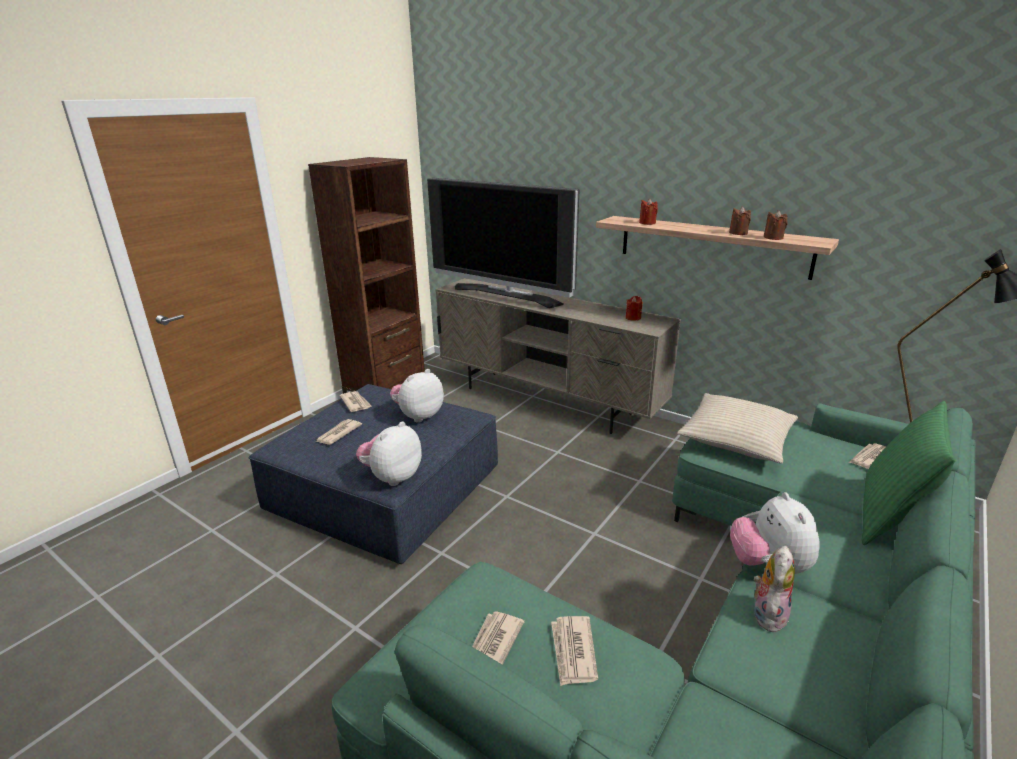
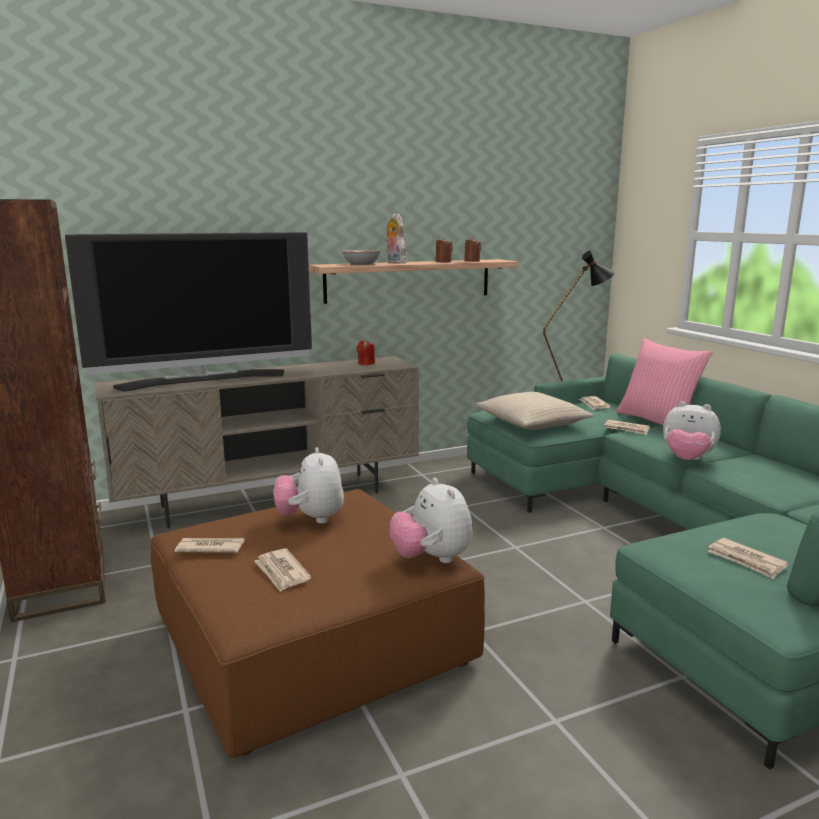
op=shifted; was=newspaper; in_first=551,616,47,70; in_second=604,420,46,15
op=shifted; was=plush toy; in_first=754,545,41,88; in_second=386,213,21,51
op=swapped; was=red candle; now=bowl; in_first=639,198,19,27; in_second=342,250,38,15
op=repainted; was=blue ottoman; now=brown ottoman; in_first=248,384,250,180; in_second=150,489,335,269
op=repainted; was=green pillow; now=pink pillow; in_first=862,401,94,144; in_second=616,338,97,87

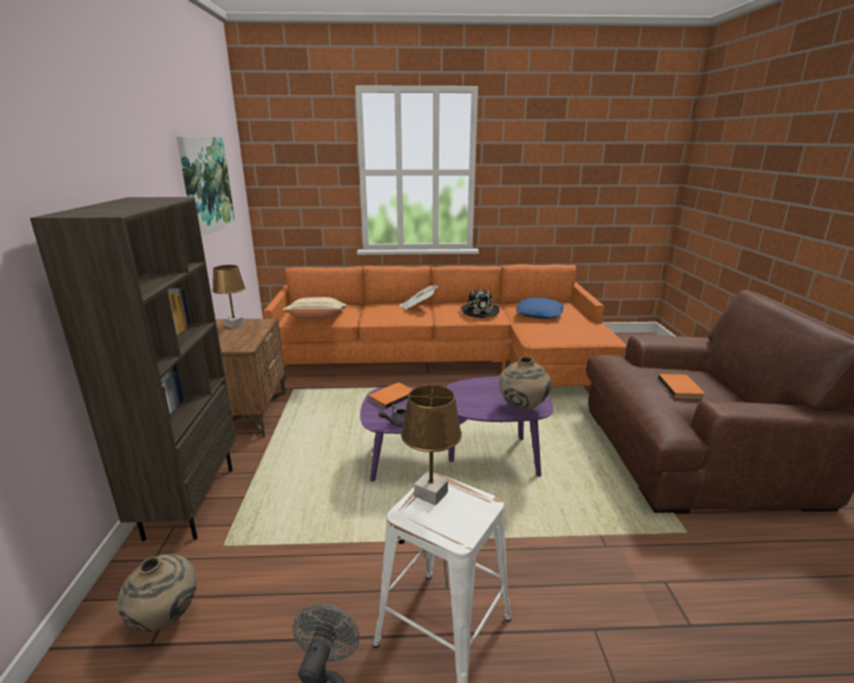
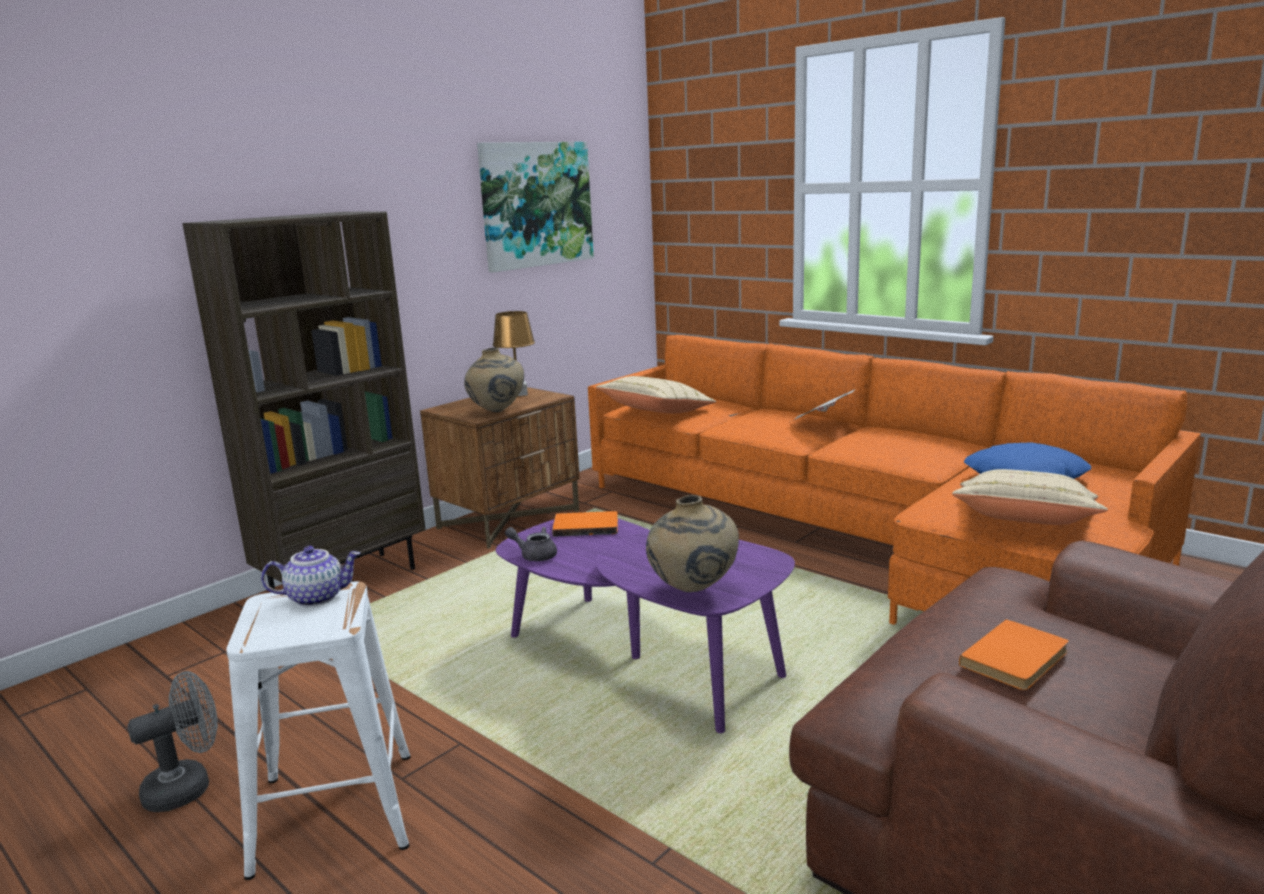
op=gone; was=black hat; in_first=460,290,40,28
op=new; now=beige pillow; in_second=952,469,156,56
op=shifted; was=beige vase; in_first=118,554,79,78; in_second=464,347,60,65
op=swapped; was=brown table lamp; now=teapot; in_first=401,385,61,121; in_second=261,546,100,61

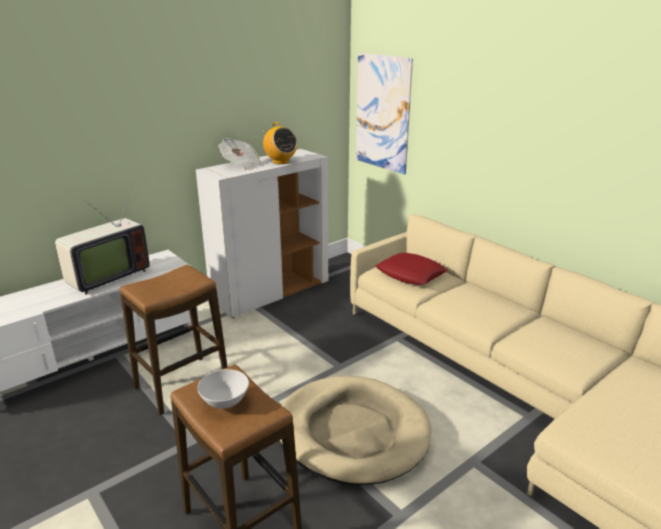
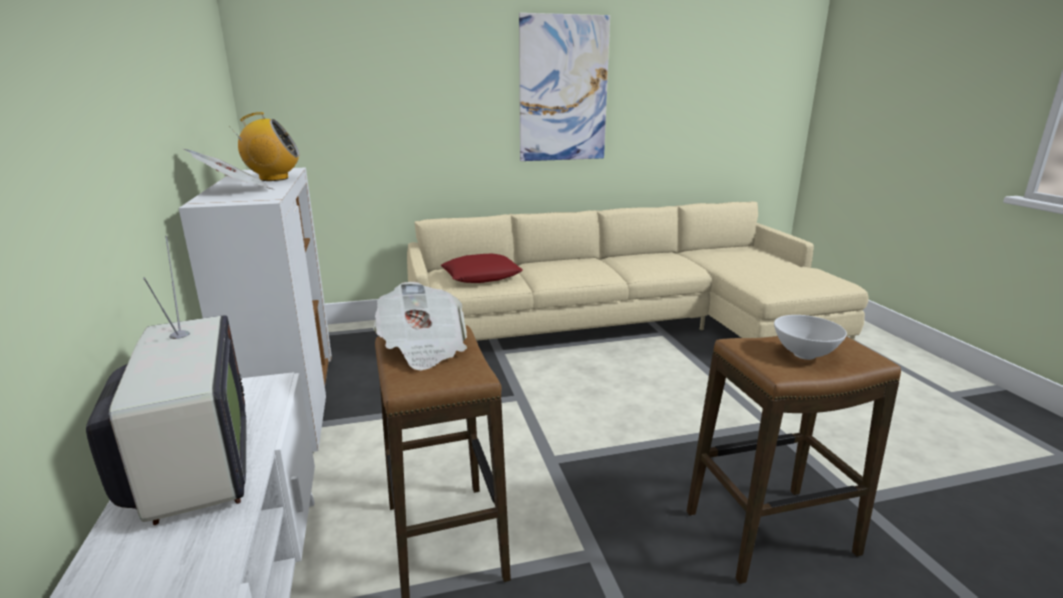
op=gone; was=beige dog bed; in_first=279,376,152,109
op=new; now=newspaper; in_second=373,282,94,89
op=shifted; was=picture; in_first=356,53,57,122; in_second=519,13,91,148

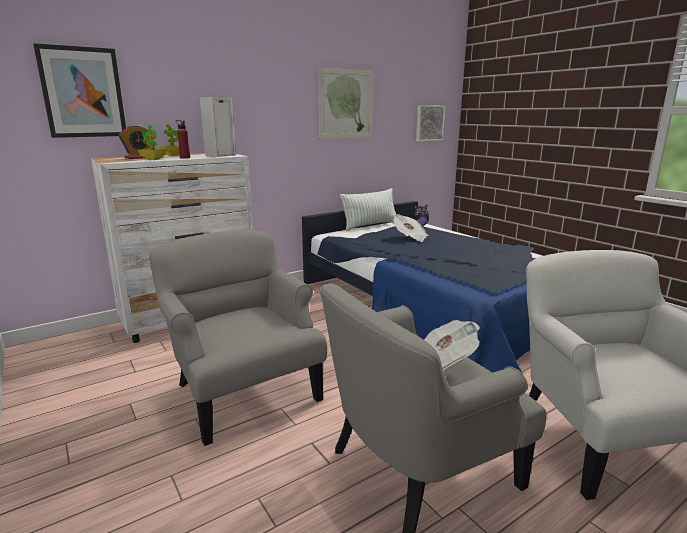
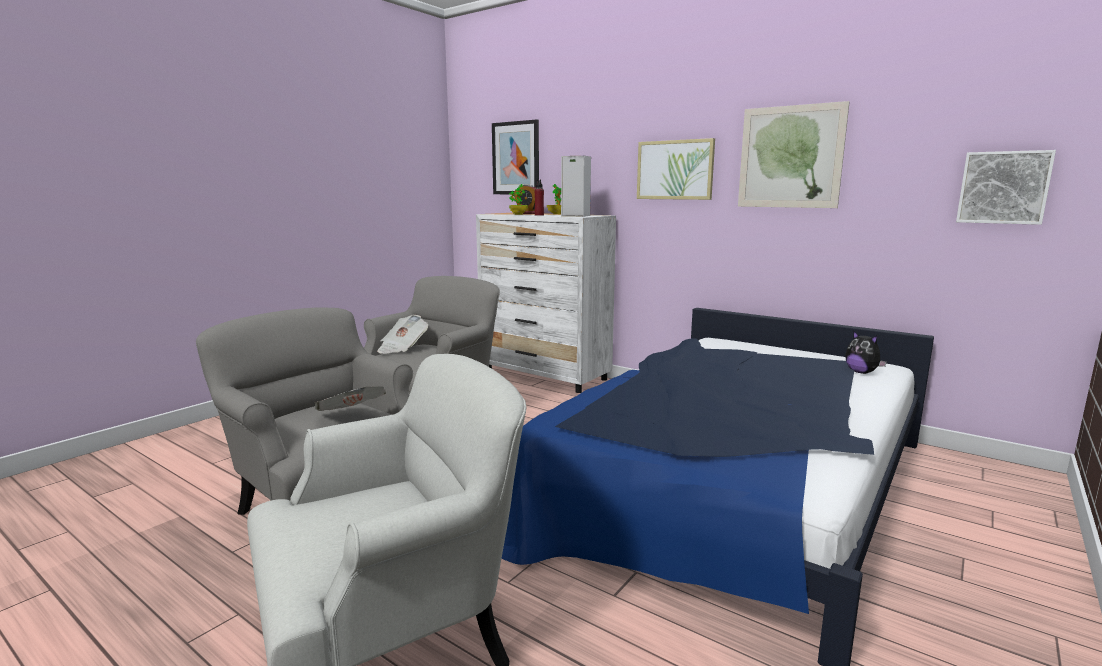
op=gone; was=pillow; in_first=340,188,56,43
op=new; now=picture; in_second=637,138,78,62
op=shifted; was=newspaper; in_first=392,214,36,28; in_second=377,315,51,39

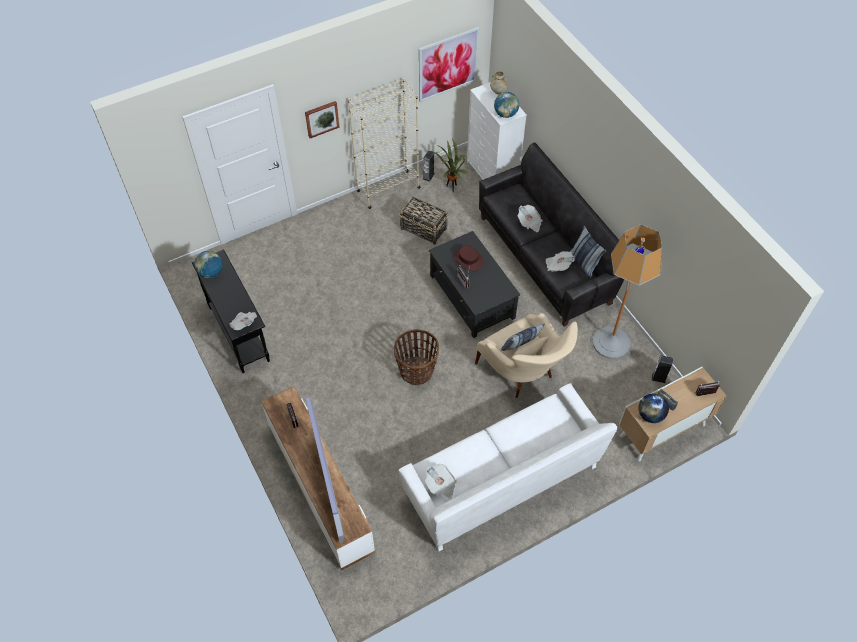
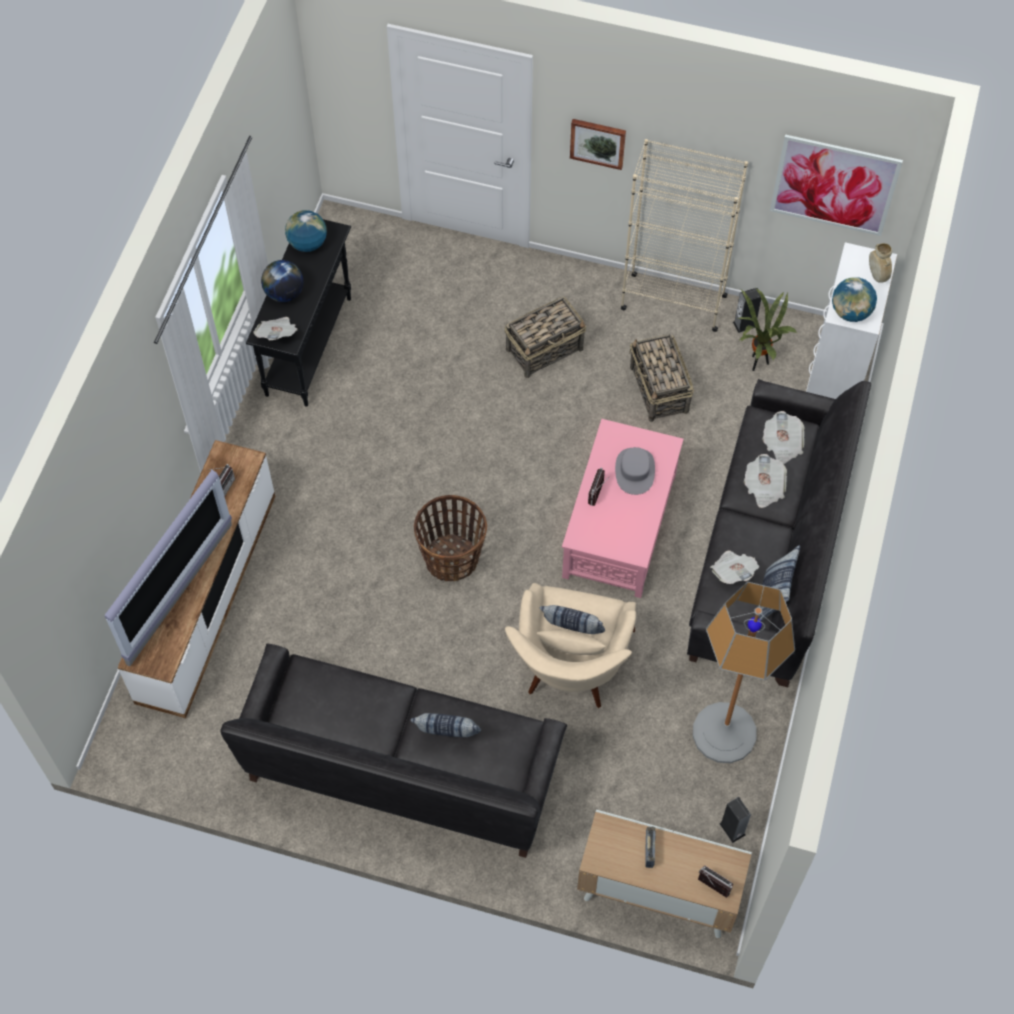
op=new; now=pillow; in_second=410,713,71,24
op=new; now=basket; in_second=505,297,81,81
op=shifted; was=newspaper; in_first=425,464,32,34; in_second=762,411,42,53
op=shifted; was=globe; in_first=638,394,31,29; in_second=261,260,42,42
op=repainted; was=white sofa; now=black sofa; in_first=398,383,220,168; in_second=220,644,347,214
op=repainted; was=black coffee table; now=pink coffee table; in_first=429,231,91,107; in_second=562,419,122,179
op=repainted; was=brown hat; now=grey hat; in_first=454,245,30,26; in_second=615,447,40,48

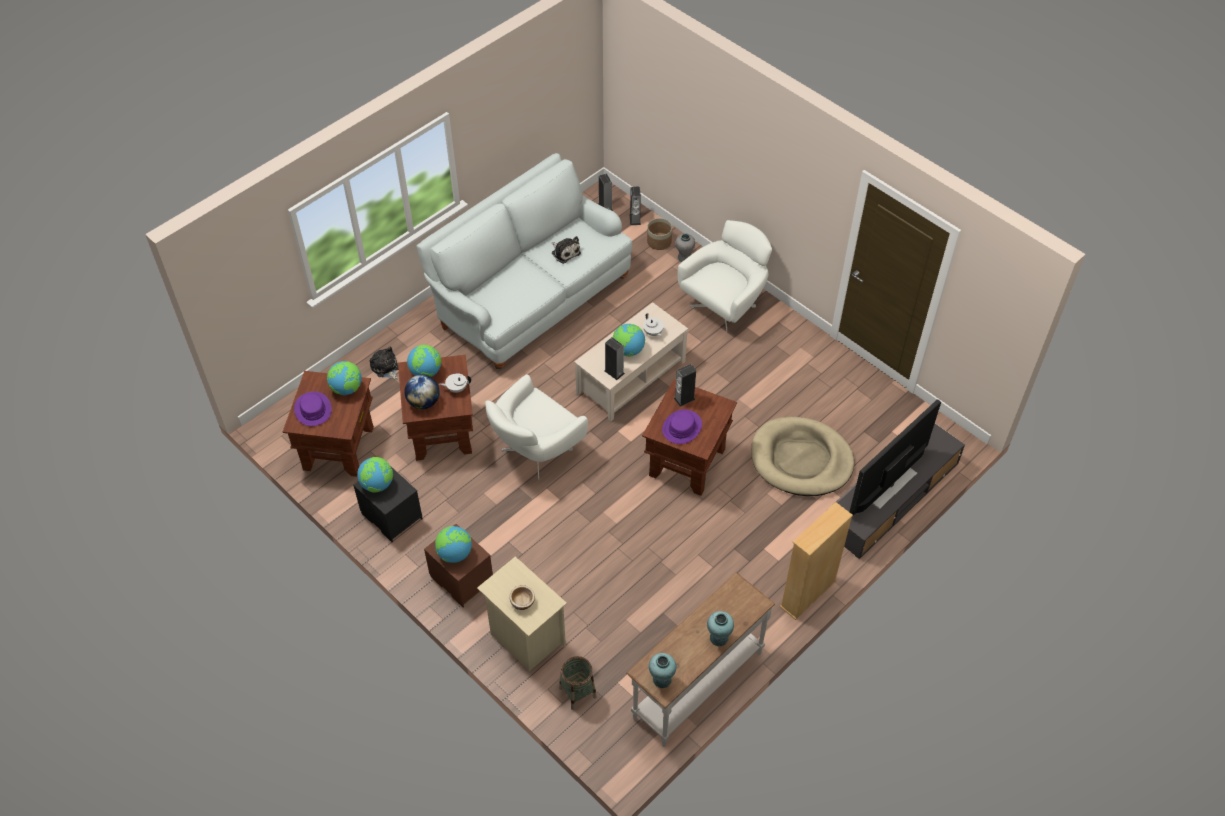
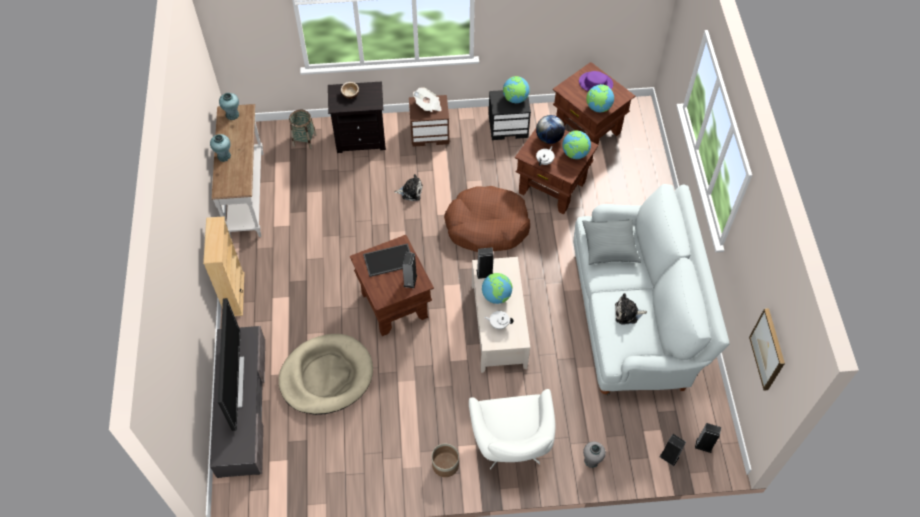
op=new; now=grey pillow; in_second=582,219,59,46
op=new; now=picture; in_second=749,308,36,83
op=shifted; was=plush toy; in_first=370,347,28,33; in_second=394,174,29,27
op=shifted; was=planter; in_first=647,218,25,32; in_second=432,444,27,33
op=swapped; was=globe; now=newspaper; in_first=435,526,37,37; in_second=413,88,29,24
op=swapped; was=white armchair; now=brown dog bed; in_first=485,374,103,106; in_second=444,186,86,66
op=swapped; was=purple hat; now=tray; in_first=662,409,40,35; in_second=363,243,47,34
op=repainted; was=beige nightstand; now=black nightstand; in_first=477,557,90,114; in_second=328,81,58,72

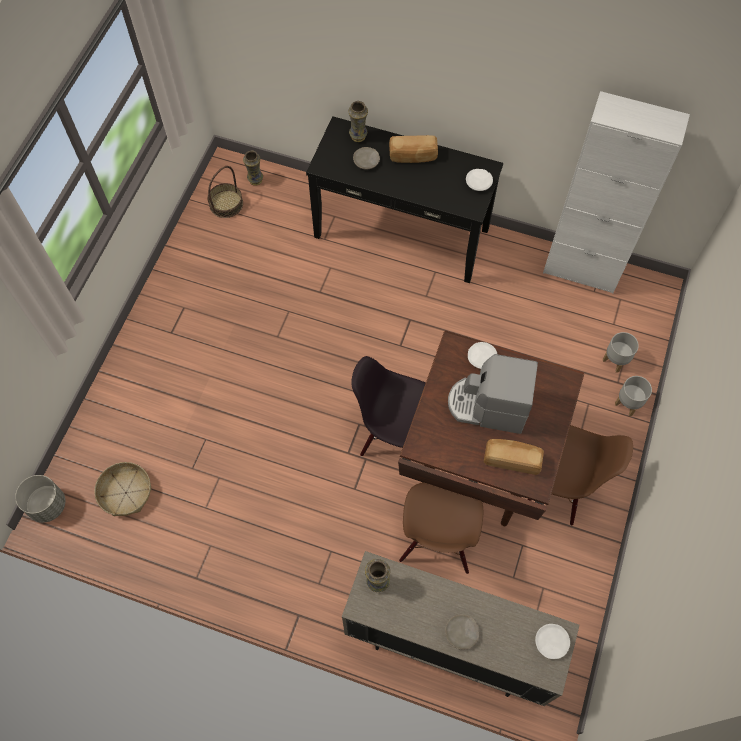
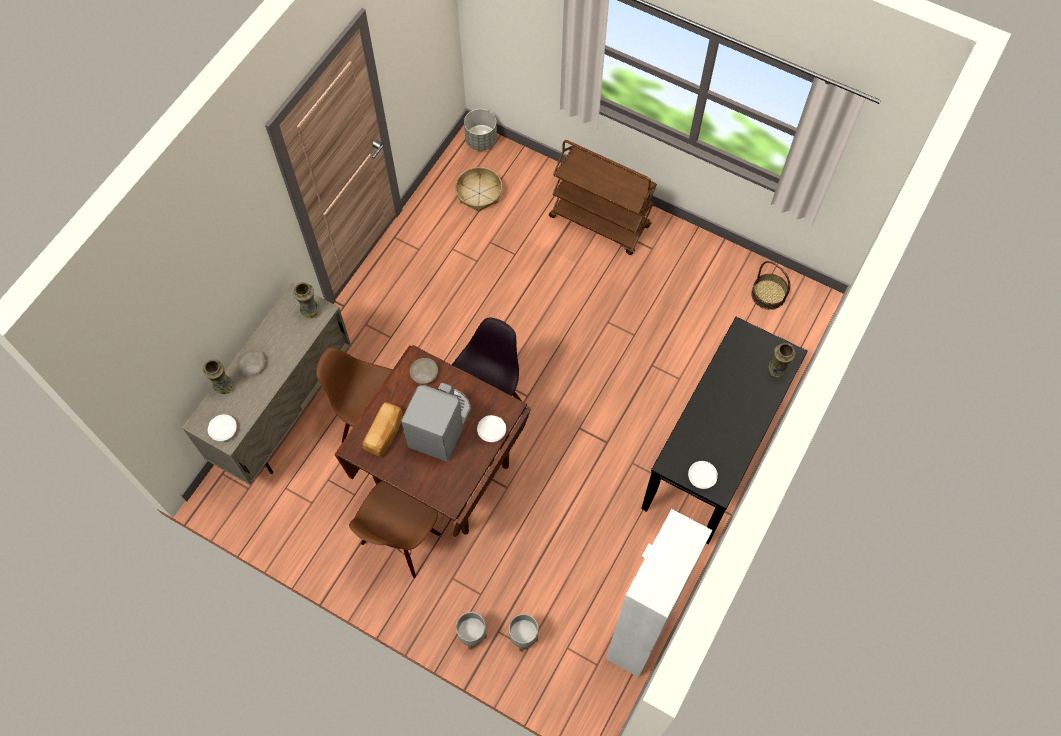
op=gone; was=bread; in_first=389,135,49,28
op=new; now=brown cart; in_second=549,140,108,115
op=shifted; was=vase; in_first=243,151,20,35; in_second=203,360,29,34
op=shifted; was=beige plate; in_first=353,147,27,22; in_second=410,358,28,26

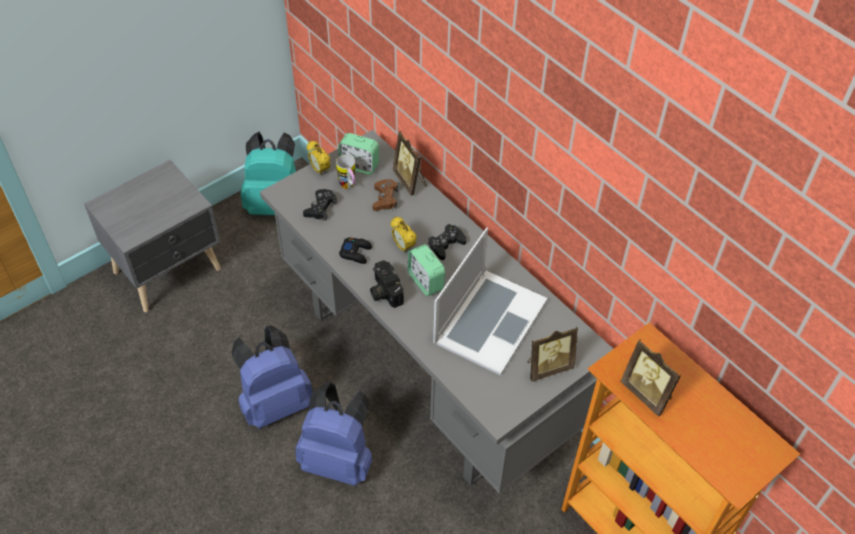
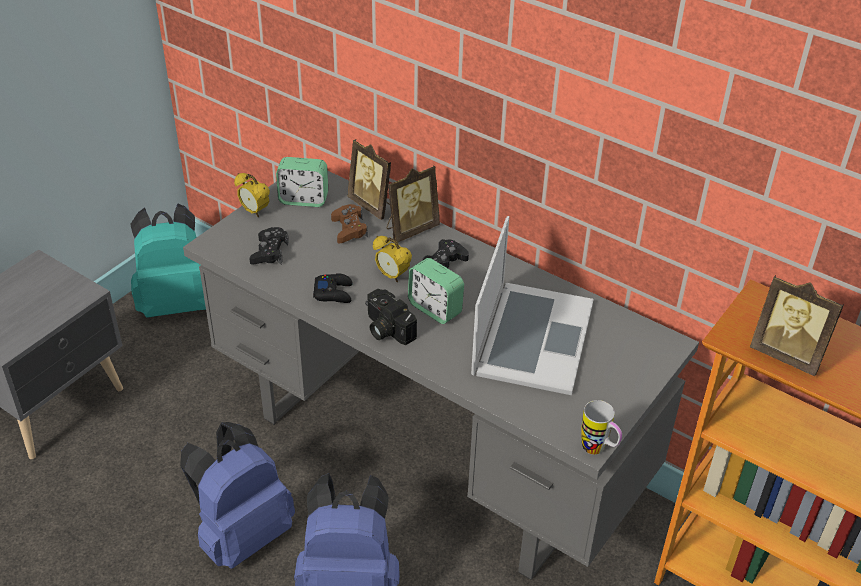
op=shifted; was=mug; in_first=336,155,19,34; in_second=581,400,41,55
op=shifted; was=picture frame; in_first=527,326,51,55; in_second=386,165,54,78

